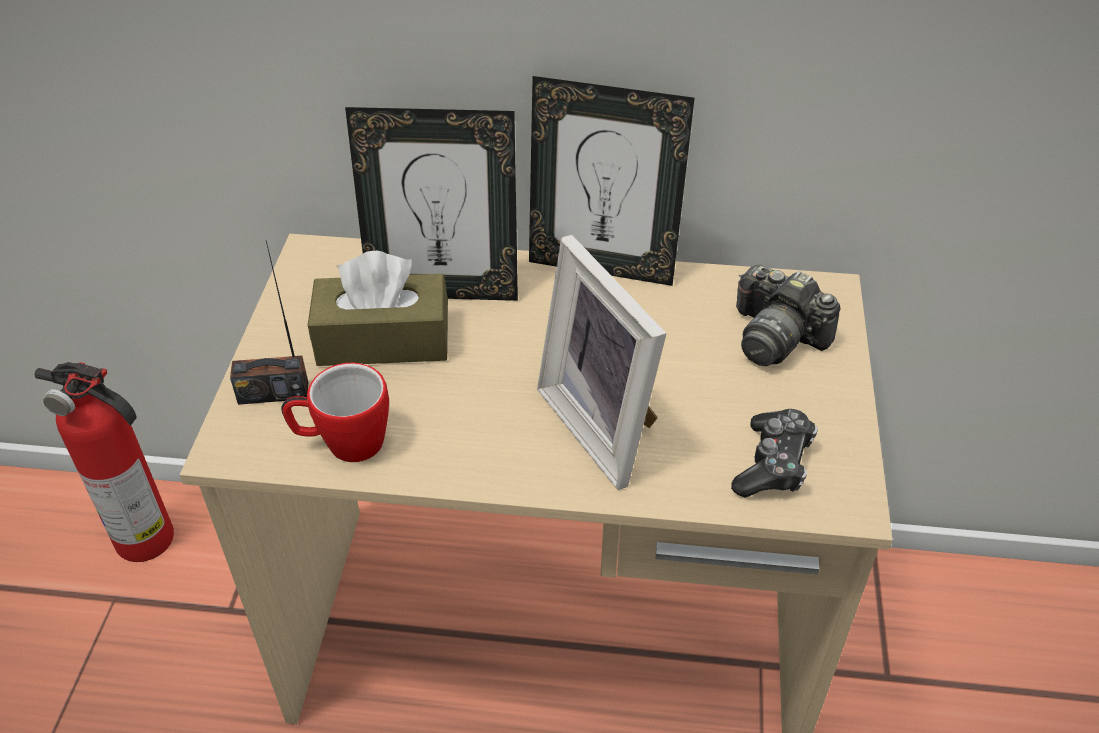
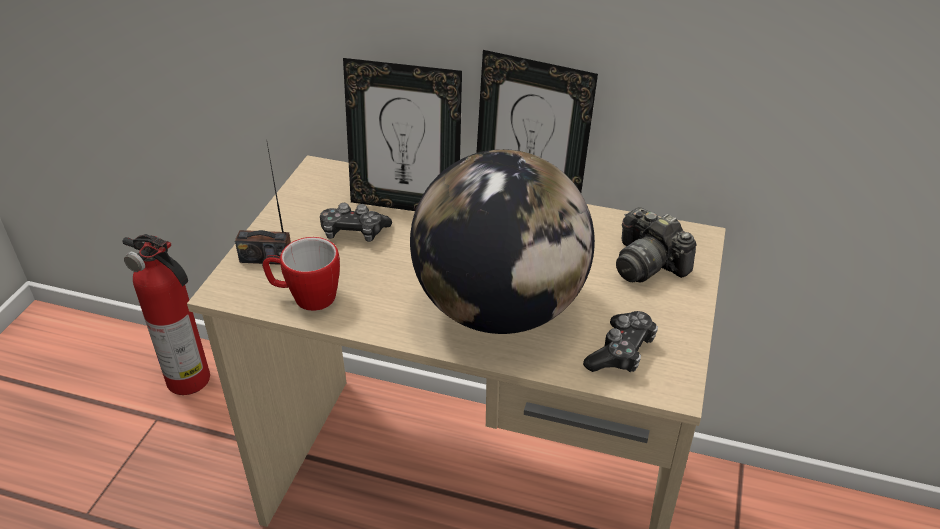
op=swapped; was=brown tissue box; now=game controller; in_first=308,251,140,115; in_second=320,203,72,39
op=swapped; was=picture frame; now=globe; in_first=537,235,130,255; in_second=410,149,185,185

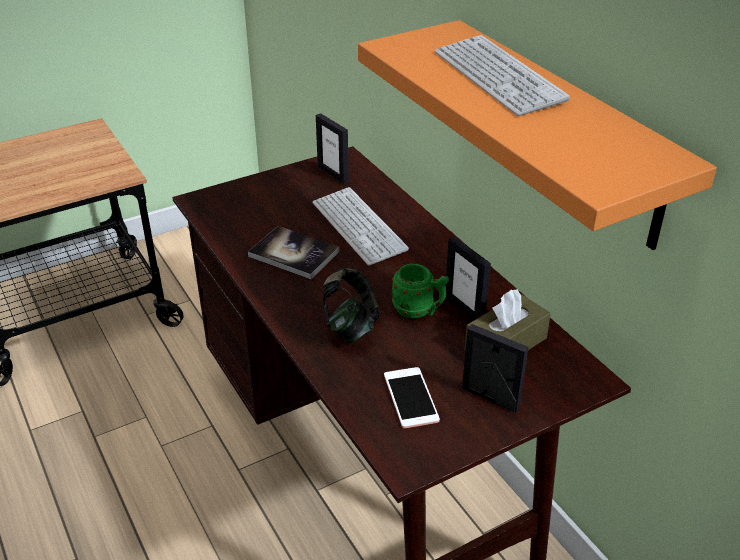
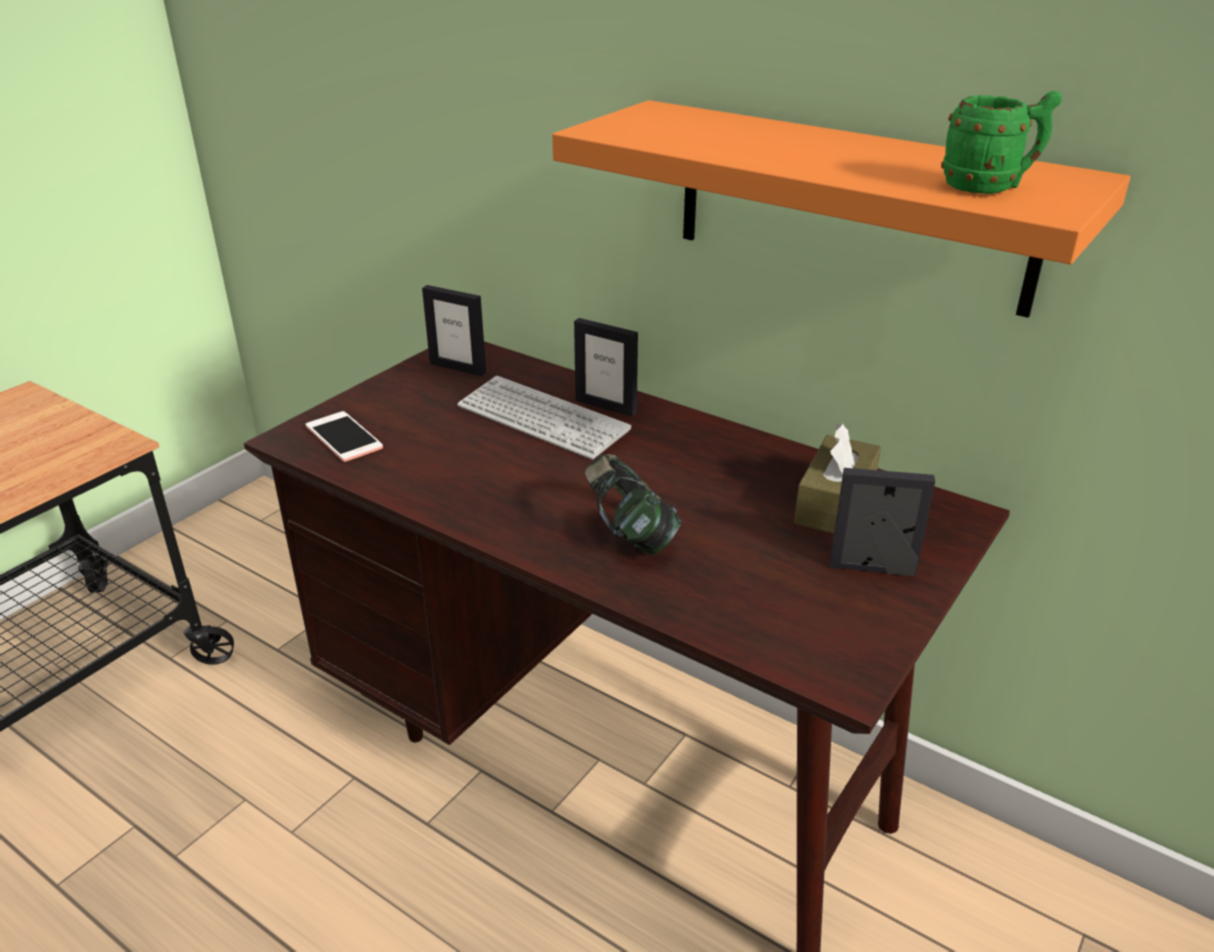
op=gone; was=book; in_first=248,226,91,53
op=gone; was=keyboard; in_first=435,35,135,81
op=shifted; was=phone; in_first=384,367,56,61; in_second=305,411,78,51
op=shifted; was=green mug; in_first=392,264,57,54; in_second=941,91,121,103
op=shifted; was=picture frame; in_first=445,236,46,84; in_second=574,318,64,99

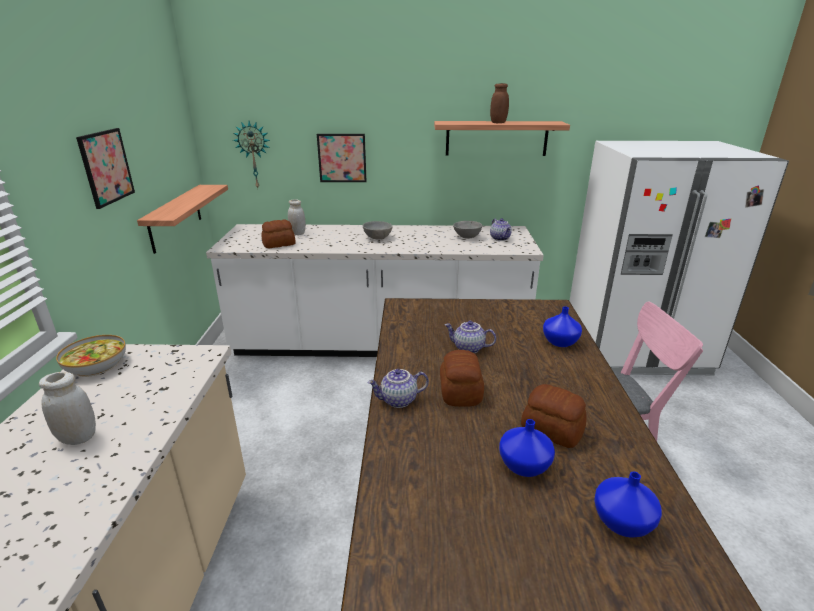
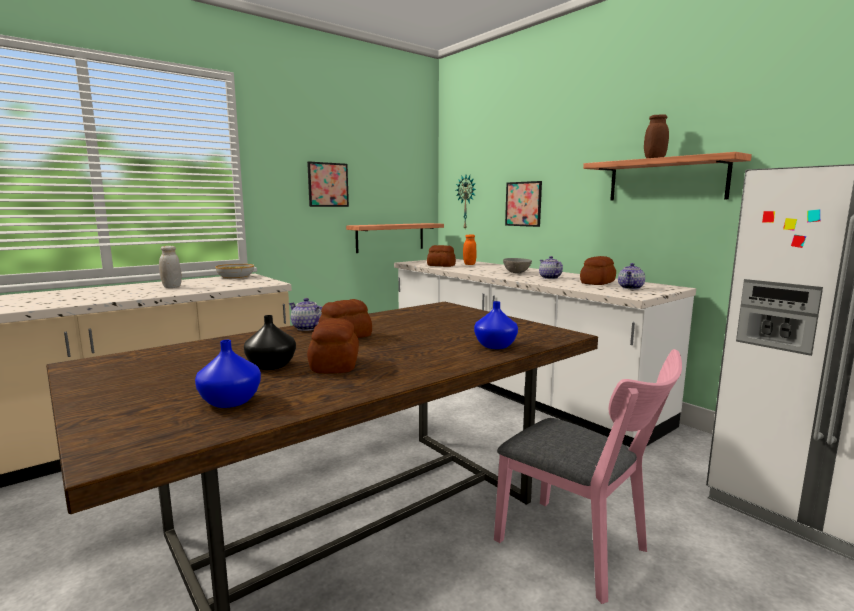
op=shifted; was=teapot; in_first=445,321,51,32; in_second=539,256,24,23
op=swapped; was=grey bowl; now=bread; in_first=453,221,29,18; in_second=580,256,36,29
op=repainted; was=white jar; now=orange jar; in_first=288,199,18,36; in_second=463,234,14,31
op=repainted; was=blue vase; now=black vase; in_first=499,419,56,58; in_second=244,315,52,55

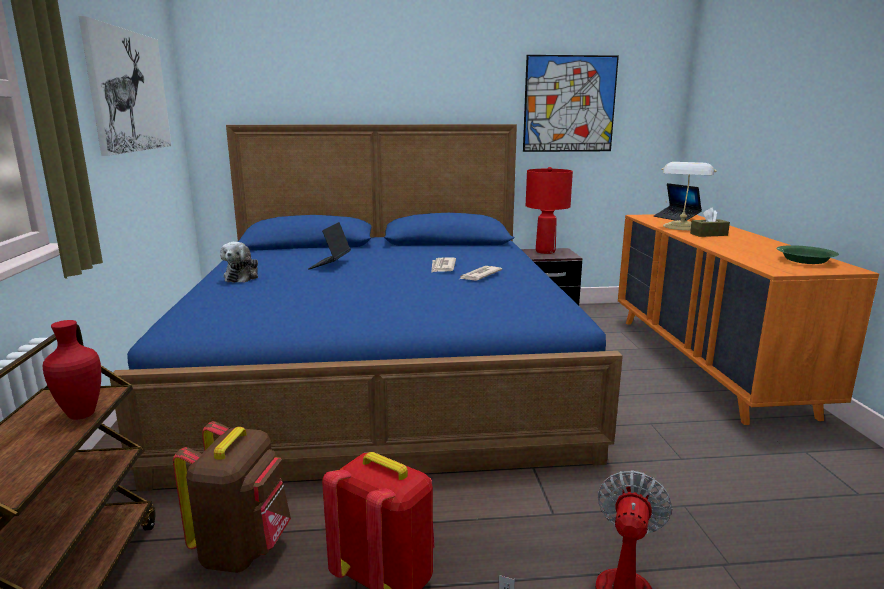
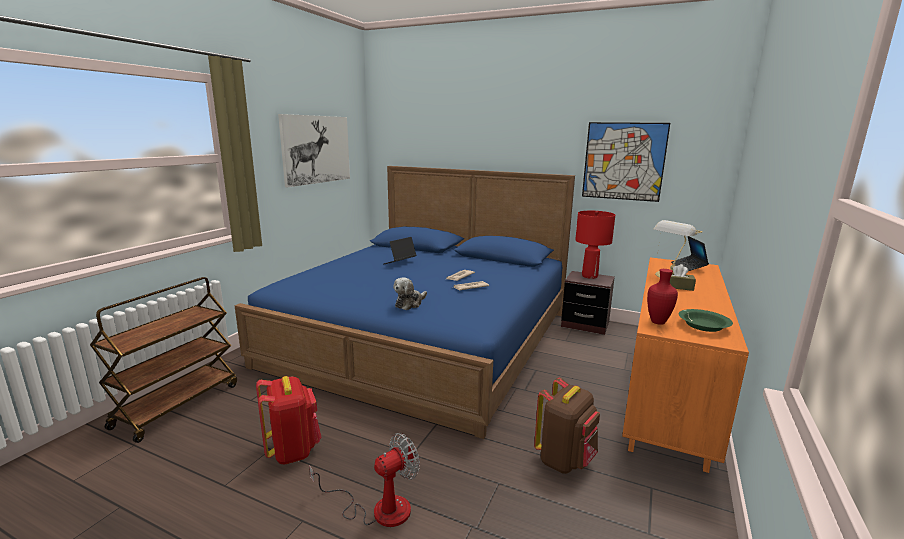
op=shifted; was=red vase; in_first=43,320,58,100; in_second=647,269,31,56
op=shifted; was=brown backpack; in_first=173,421,118,152; in_second=534,377,66,97
op=shifted; was=plush toy; in_first=220,242,38,41; in_second=393,277,34,33

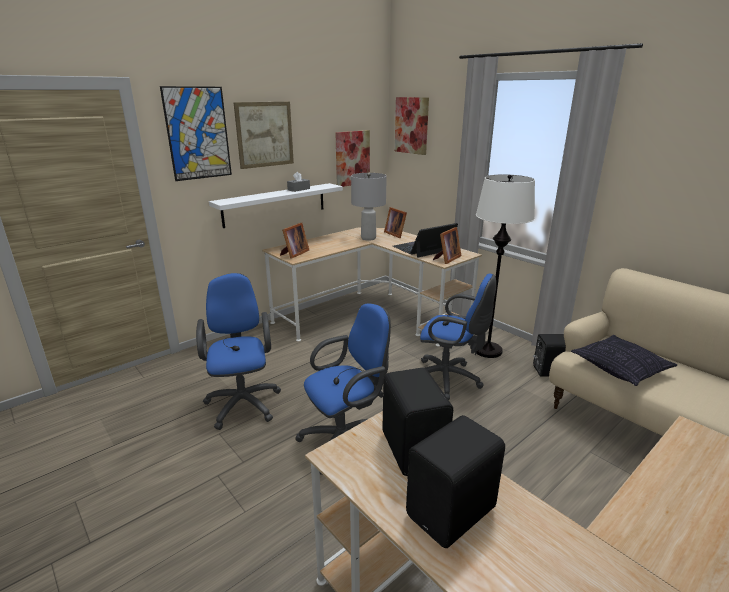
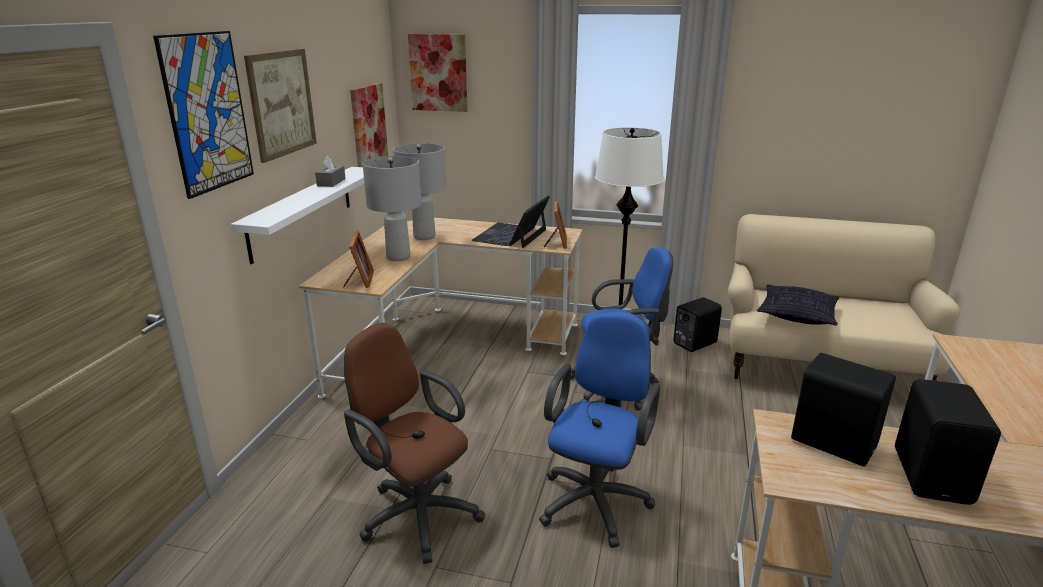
op=gone; was=picture frame; in_first=384,207,23,31
op=new; now=grey table lamp; in_second=362,156,60,105
op=repainted; was=blue office chair; now=brown office chair; in_first=196,273,85,157; in_second=344,323,141,241

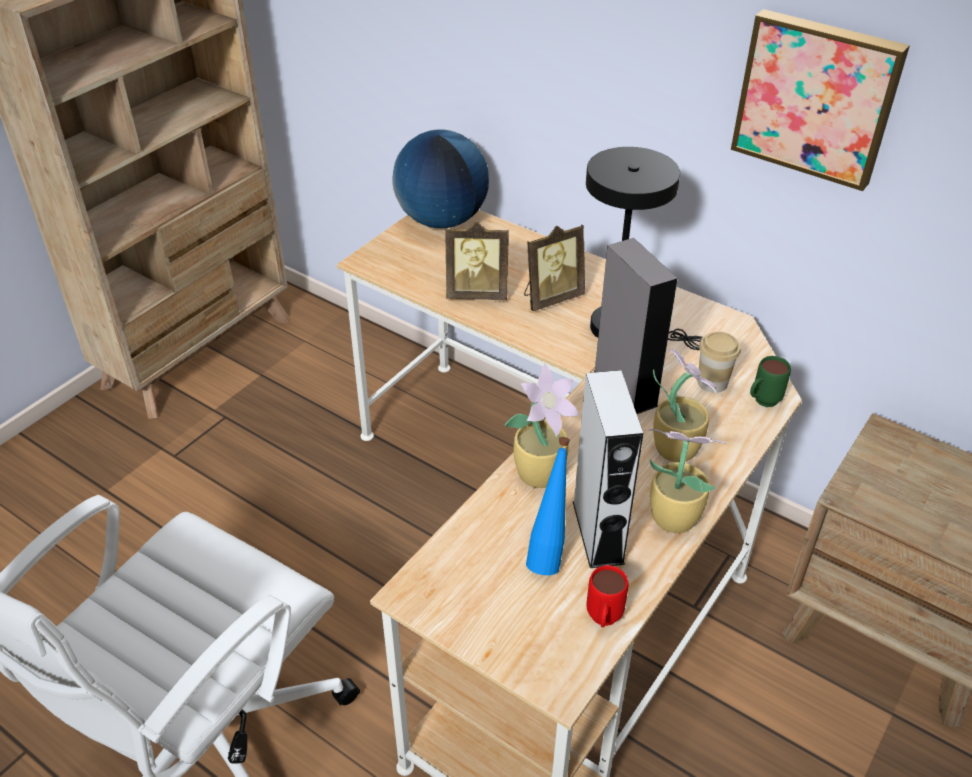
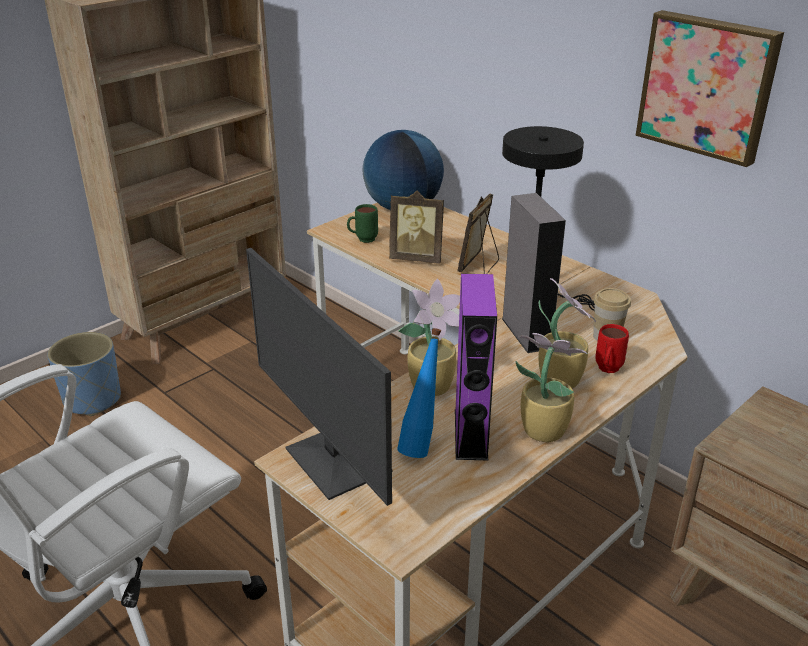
op=new; now=blue planter; in_second=47,332,74,84
op=new; now=monitor; in_second=246,248,146,258
op=shifted; was=red mug; in_first=586,565,42,62; in_second=595,324,34,49
op=shifted; was=green mug; in_first=750,356,41,51; in_second=347,204,31,39
op=repainted; was=grey speaker; now=purple speaker; in_first=573,370,70,198; in_second=455,274,42,187
op=rotated; was=picture frame; in_first=524,224,61,87; in_second=458,193,41,81; clockwise=135

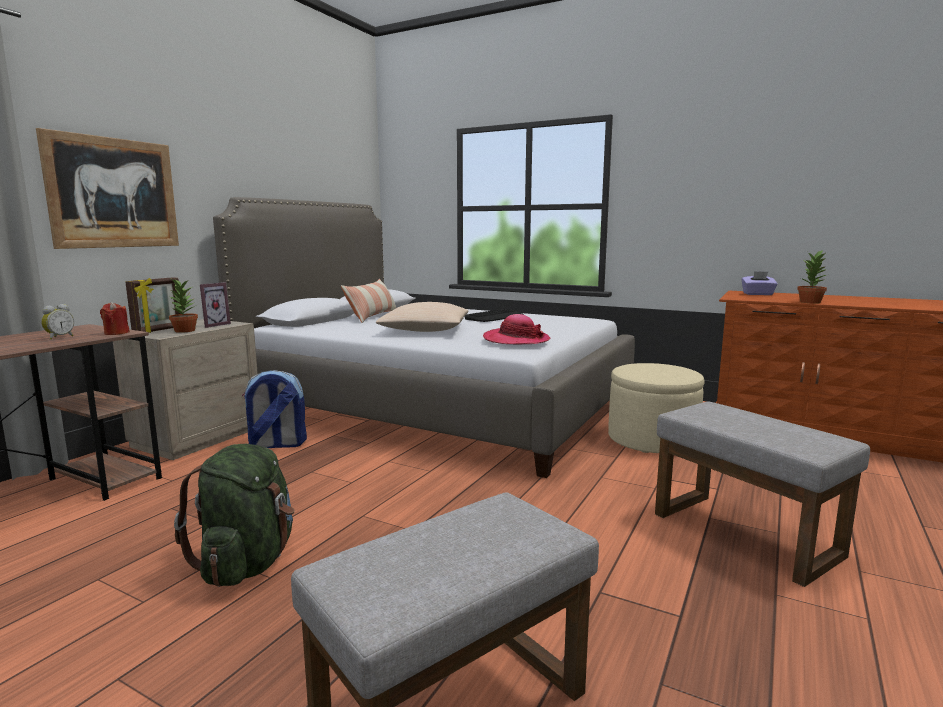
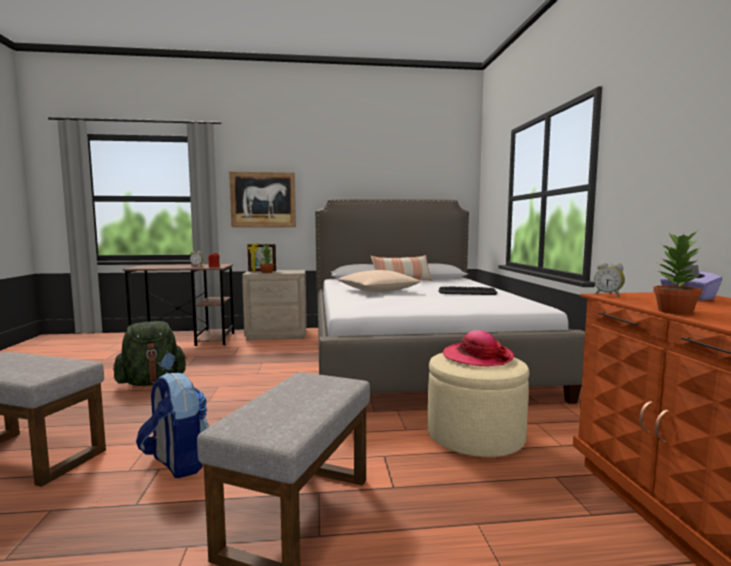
op=gone; was=picture frame; in_first=200,282,31,46
op=new; now=alarm clock; in_second=594,262,31,35
op=shifted; was=backpack; in_first=242,370,65,78; in_second=136,372,73,106
op=shifted; was=hat; in_first=483,314,67,31; in_second=443,330,71,36

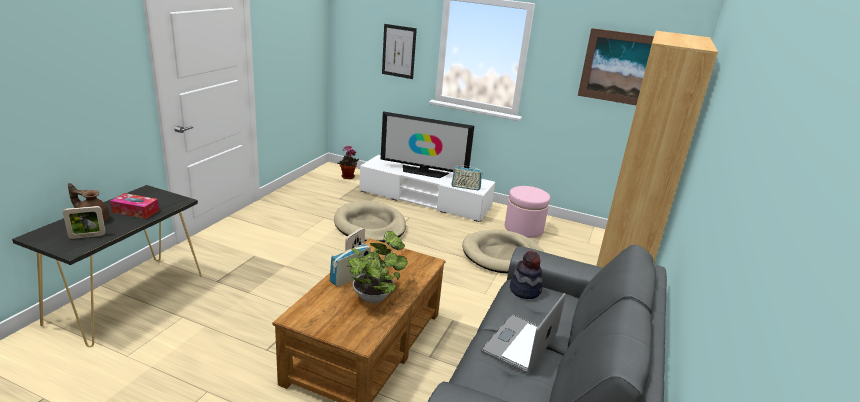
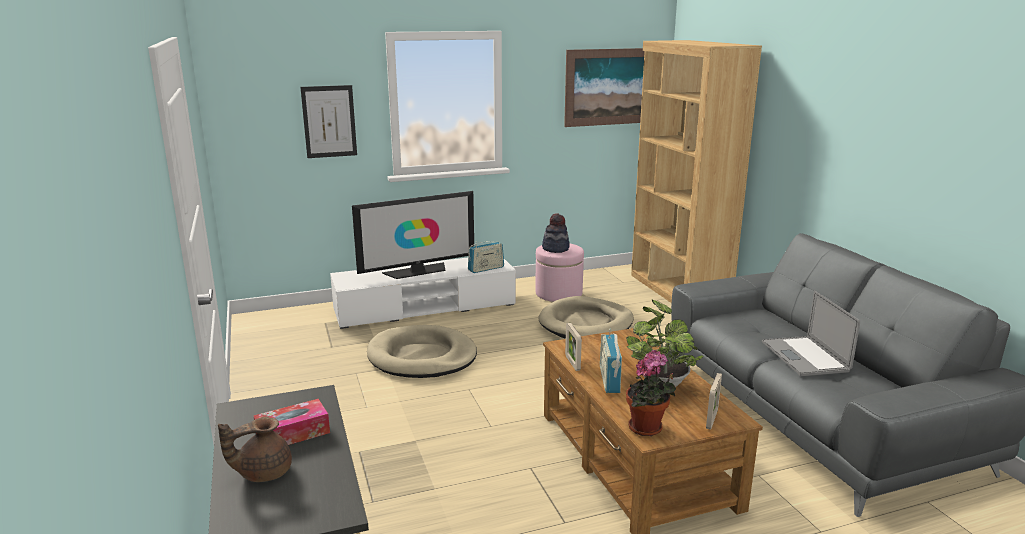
op=shifted; was=picture frame; in_first=63,206,43,33; in_second=706,373,16,57
op=shifted; was=potted plant; in_first=337,145,22,34; in_second=626,350,50,86
op=shifted; was=hat; in_first=510,251,32,48; in_second=542,213,28,40

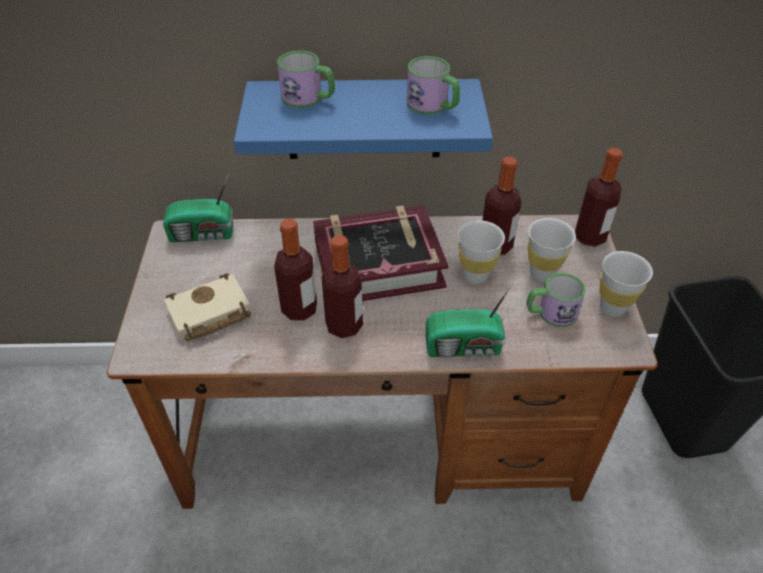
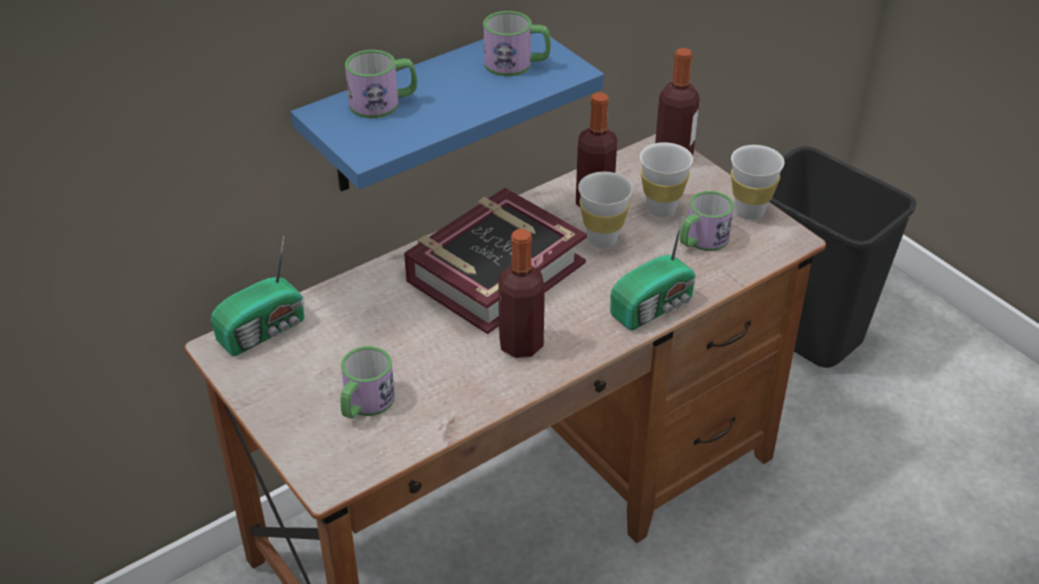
op=gone; was=bottle; in_first=274,219,43,102
op=swapped; was=beige book; now=mug; in_first=164,273,87,68; in_second=341,346,54,73

